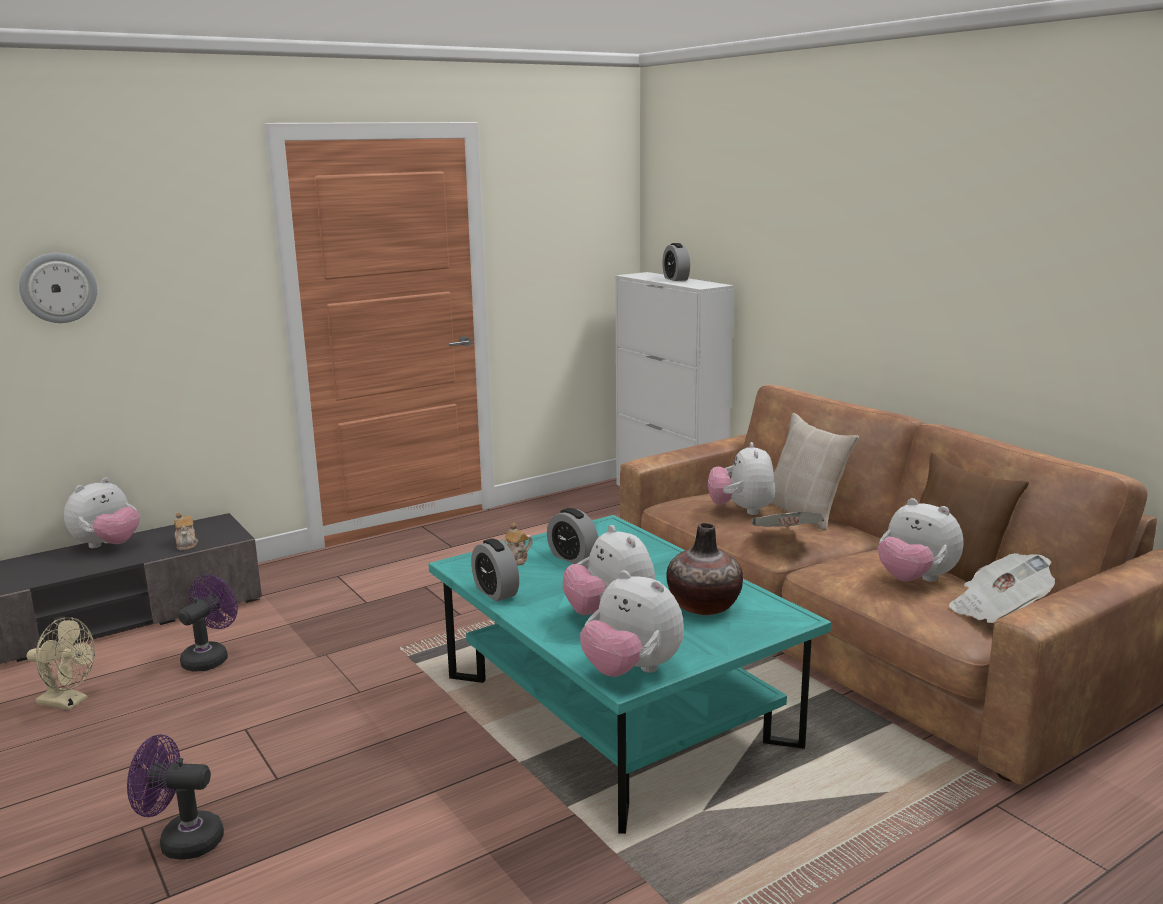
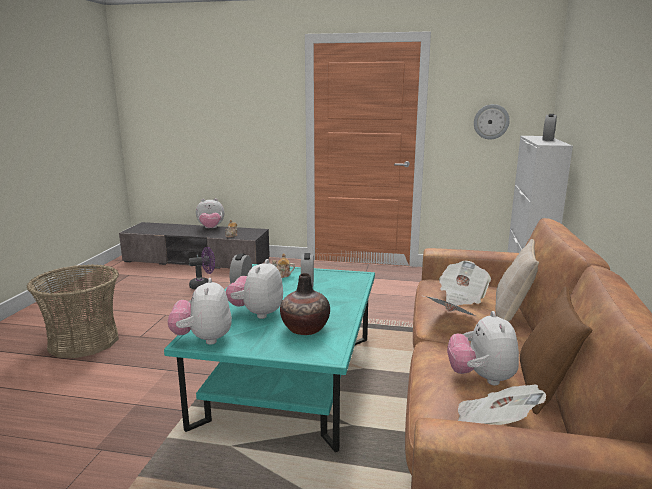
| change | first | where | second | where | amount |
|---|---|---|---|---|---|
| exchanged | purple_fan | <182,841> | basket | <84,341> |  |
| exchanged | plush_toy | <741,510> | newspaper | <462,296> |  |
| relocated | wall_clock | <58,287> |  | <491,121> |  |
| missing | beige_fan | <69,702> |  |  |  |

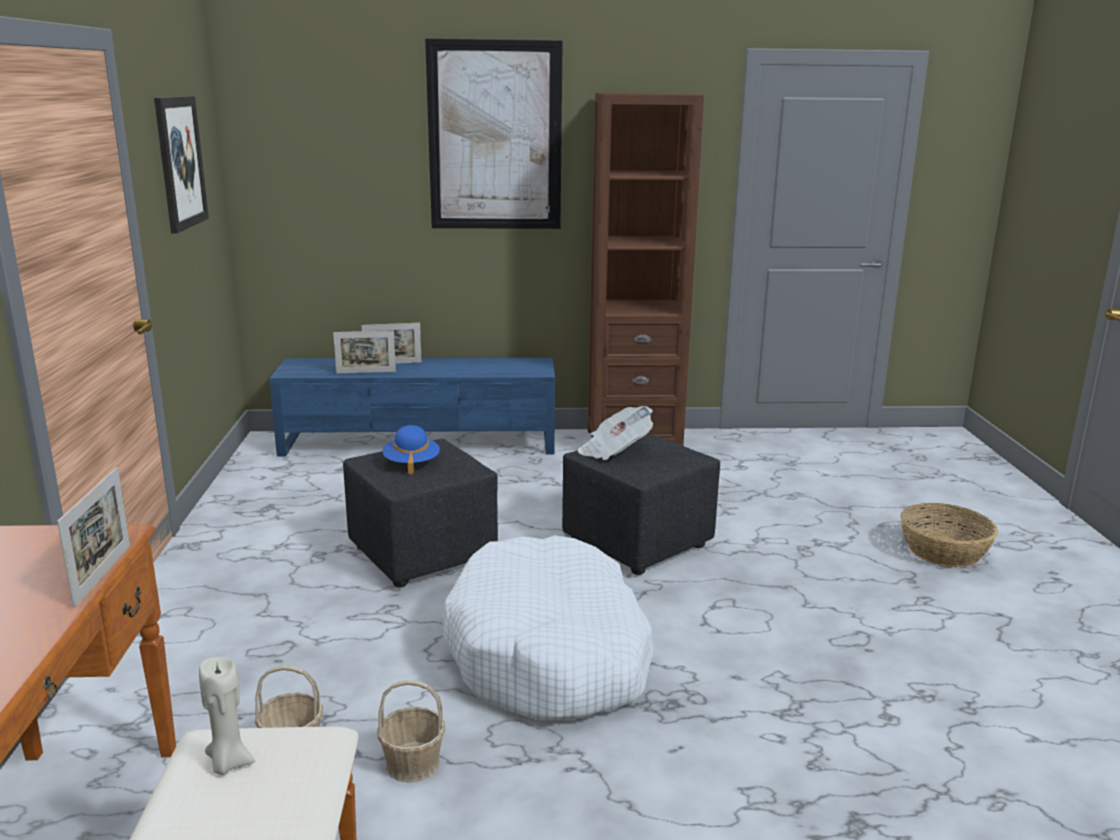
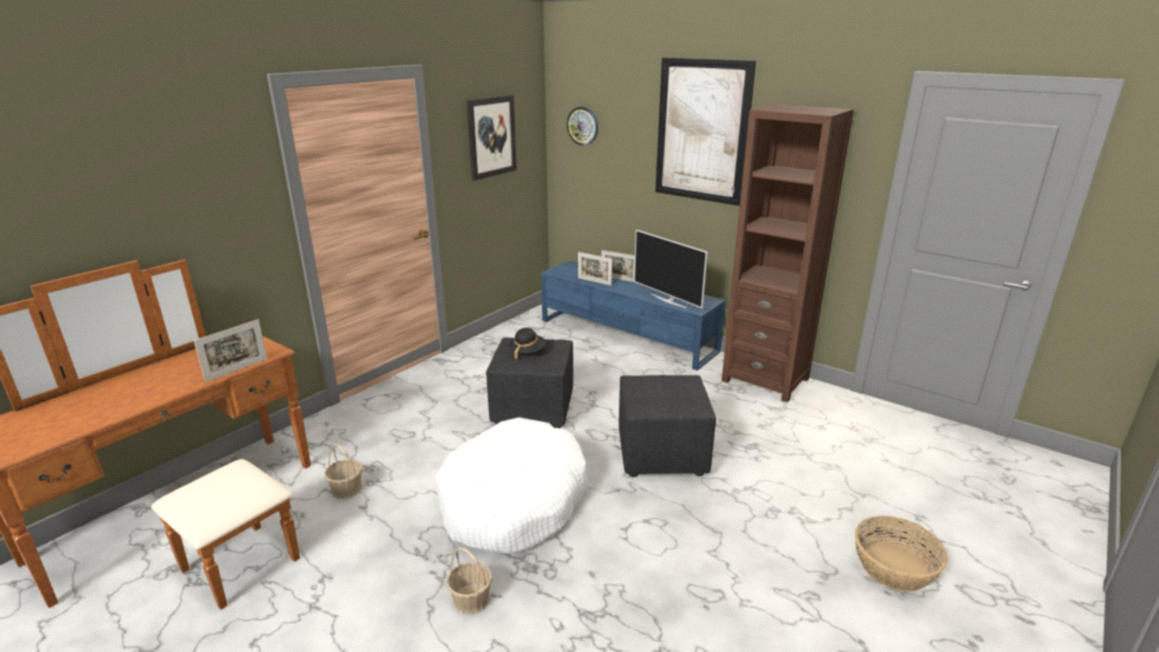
| change | first | where | second | where | amount |
|---|---|---|---|---|---|
| relocated | basket | <412,763> |  | <471,600> |  |
| colour | blue_hat | <411,463> | black_hat | <527,352> |  |
| appeared |  |  | wall_clock | <582,126> |  |
| appeared |  |  | television | <669,301> |  |
| missing | beige_candle | <228,763> |  |  |  |
| missing | newspaper | <614,451> |  |  |  |

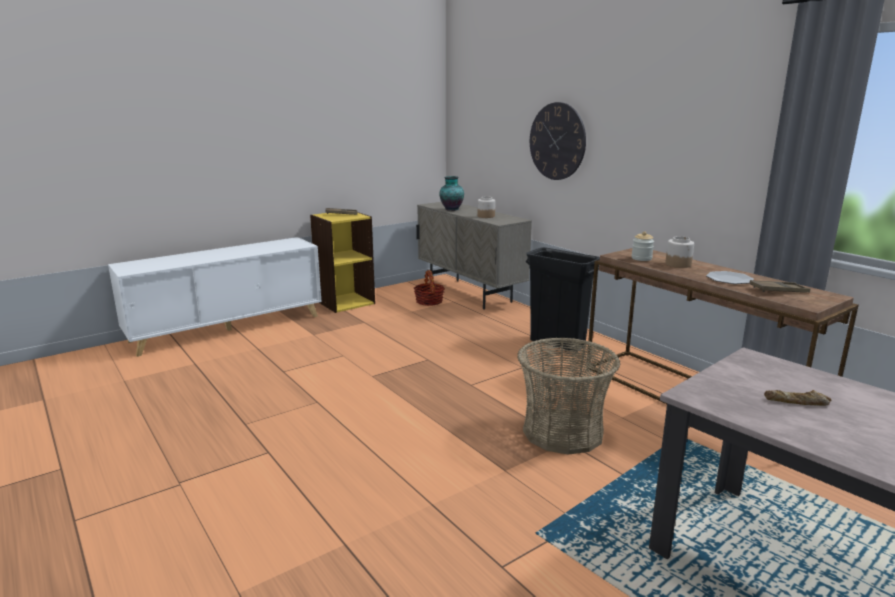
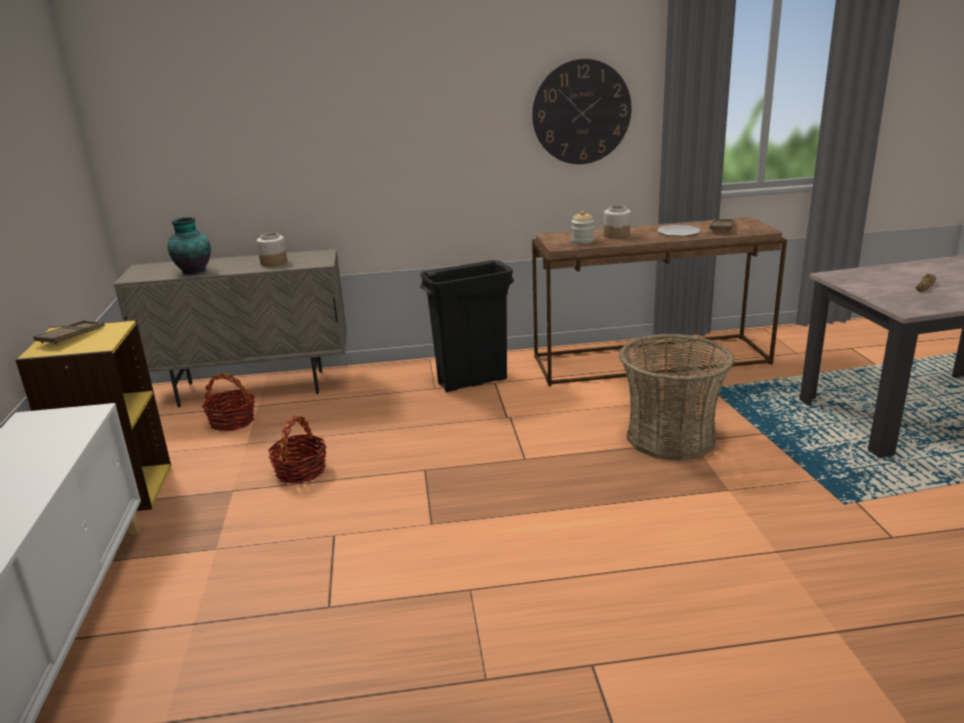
| change | first | where | second | where | amount |
|---|---|---|---|---|---|
| appeared |  |  | basket | <300,471> |  |
| relocated | wall_clock | <557,141> |  | <581,112> |  |

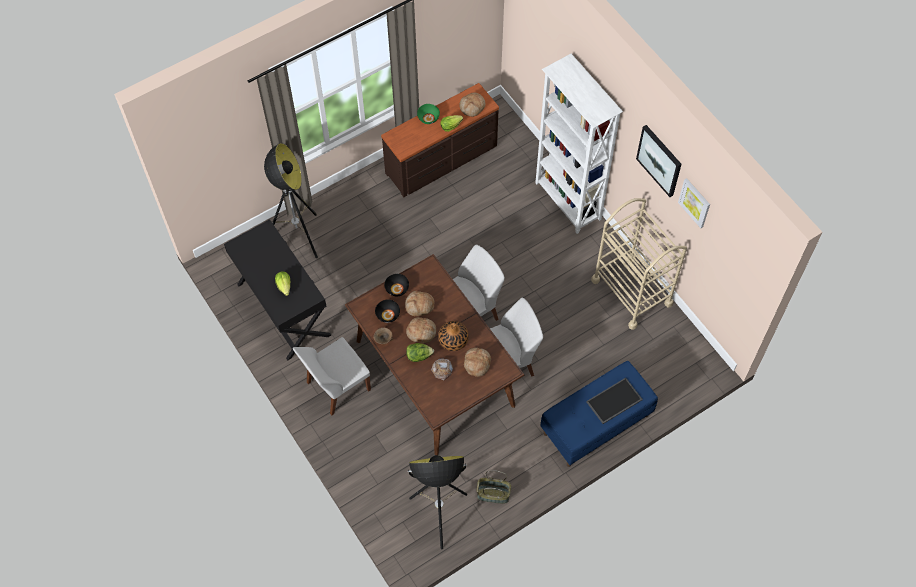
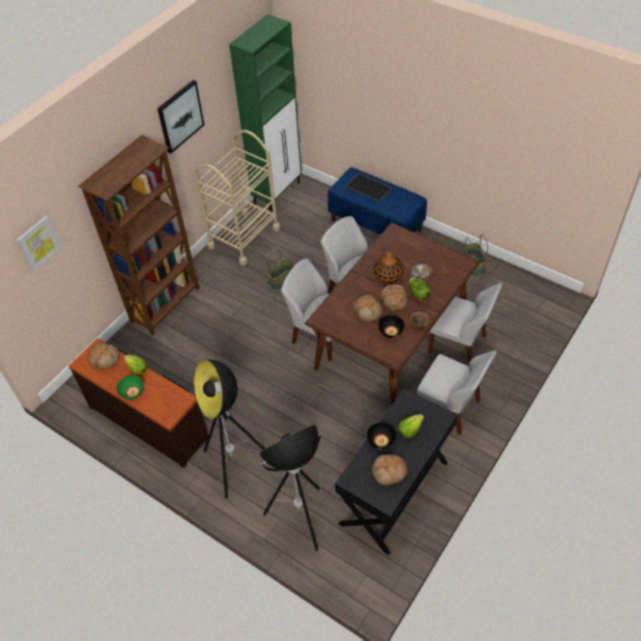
| change | first | where | second | where | amount |
|---|---|---|---|---|---|
| relocated | picture | <695,202> |  | <38,243> |  |
| colour | white_bookcase | <567,202> | brown_bookcase | <166,305> |  |
| relocated | floor_lamp | <439,515> |  | <234,465> |  |
| appeared |  |  | green_cabinet | <278,193> |  |
| appeared |  |  | basket | <281,279> |  |
| relocated | black_bowl | <397,289> |  | <380,441> |  |
| relocated | bread | <477,363> |  | <389,472> |  |
| appeared |  |  | white_chair | <459,345> |  |

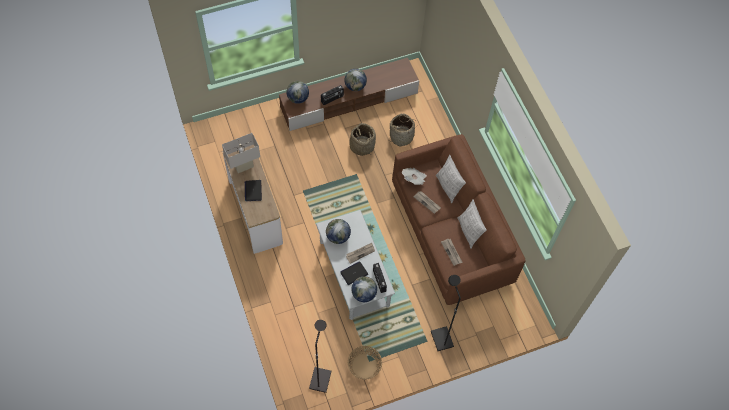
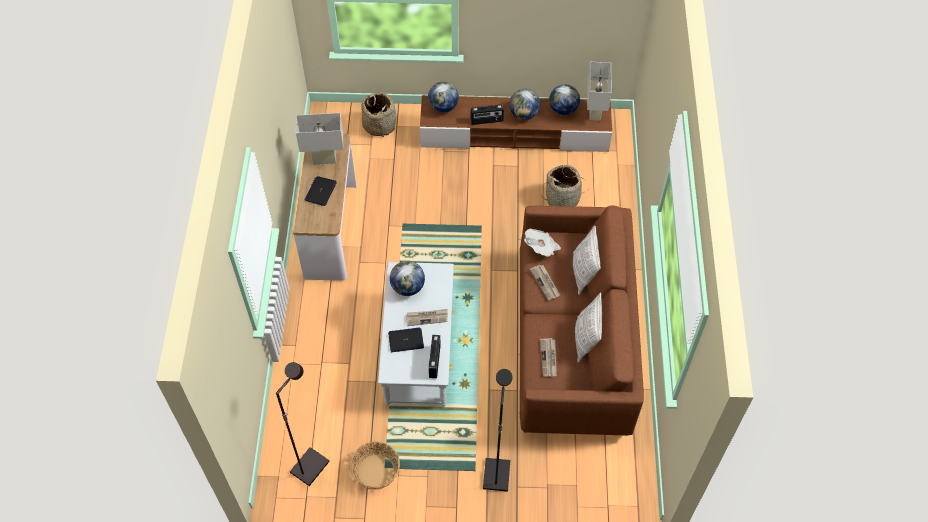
| change | first | where | second | where | amount |
|---|---|---|---|---|---|
| relocated | basket | <362,146> |  | <379,125> |  |
| relocated | globe | <363,294> |  | <563,110> |  |
| appeared |  |  | white_table_lamp | <595,112> |  |

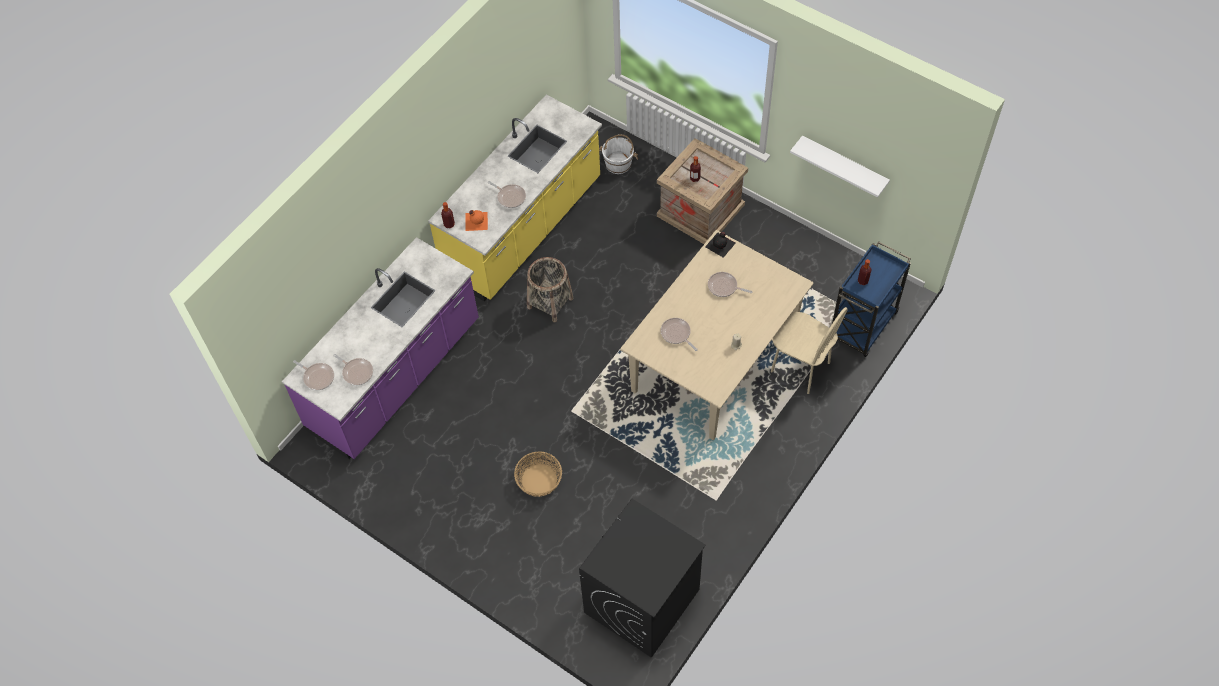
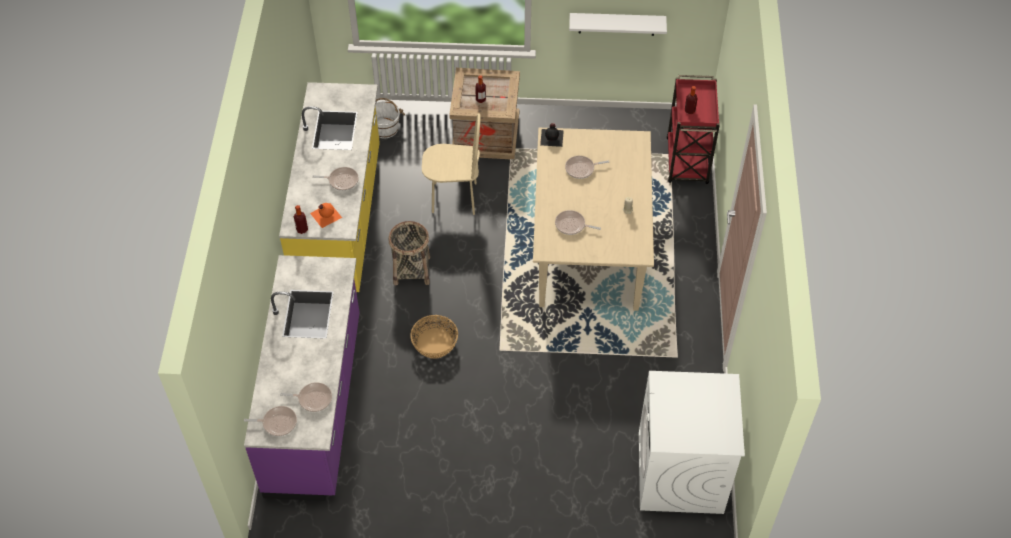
| change | first | where | second | where | amount |
|---|---|---|---|---|---|
| relocated | basket | <539,480> |  | <434,344> |  |
| relocated | beige_chair | <800,368> |  | <454,198> |  |
| colour | black_washing_machine | <641,601> | white_washing_machine | <680,473> |  |
| colour | blue_cart | <862,327> | red_cart | <687,162> |  |

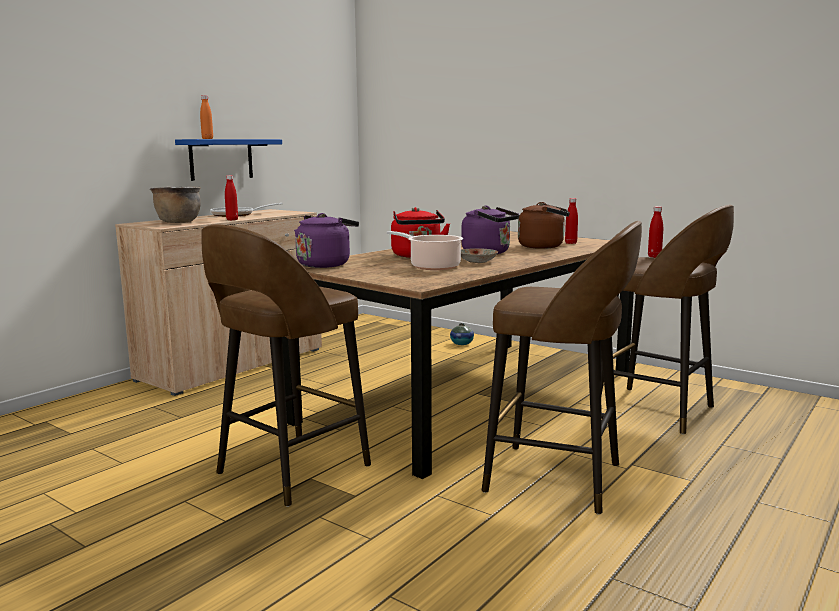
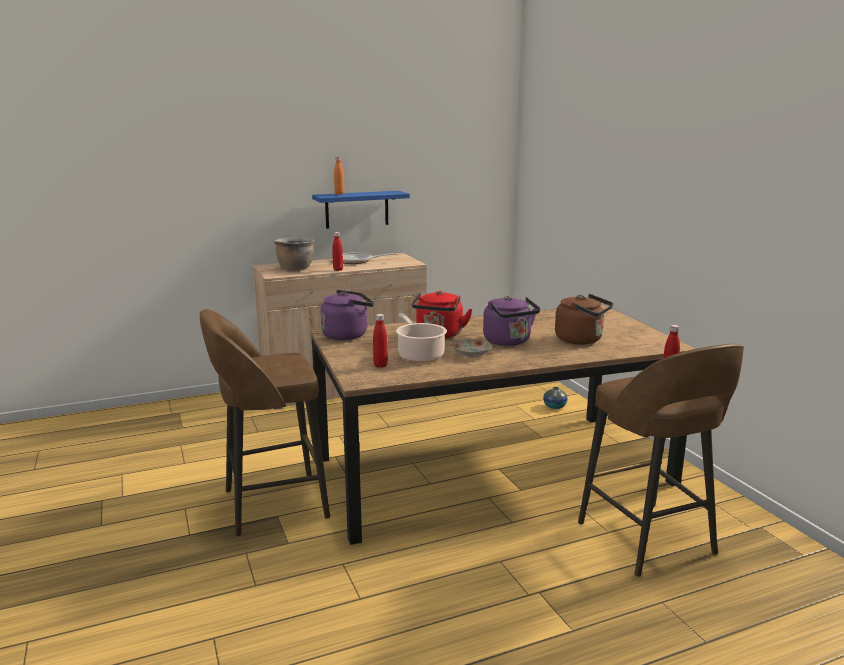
| change | first | where | second | where | amount |
|---|---|---|---|---|---|
| relocated | red_bottle | <571,243> |  | <380,365> |  |
| missing | brown_stool | <558,479> |  |  |  |

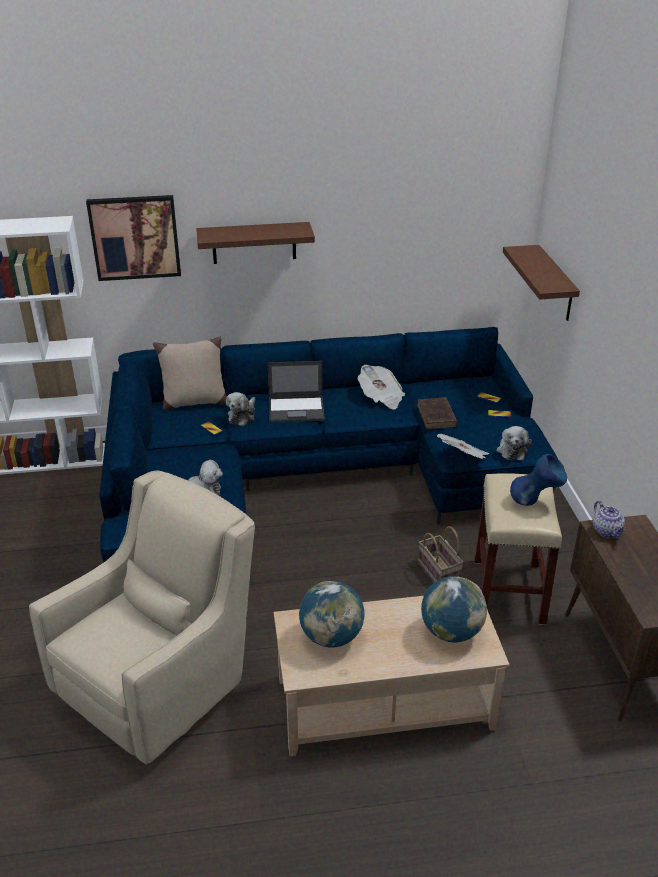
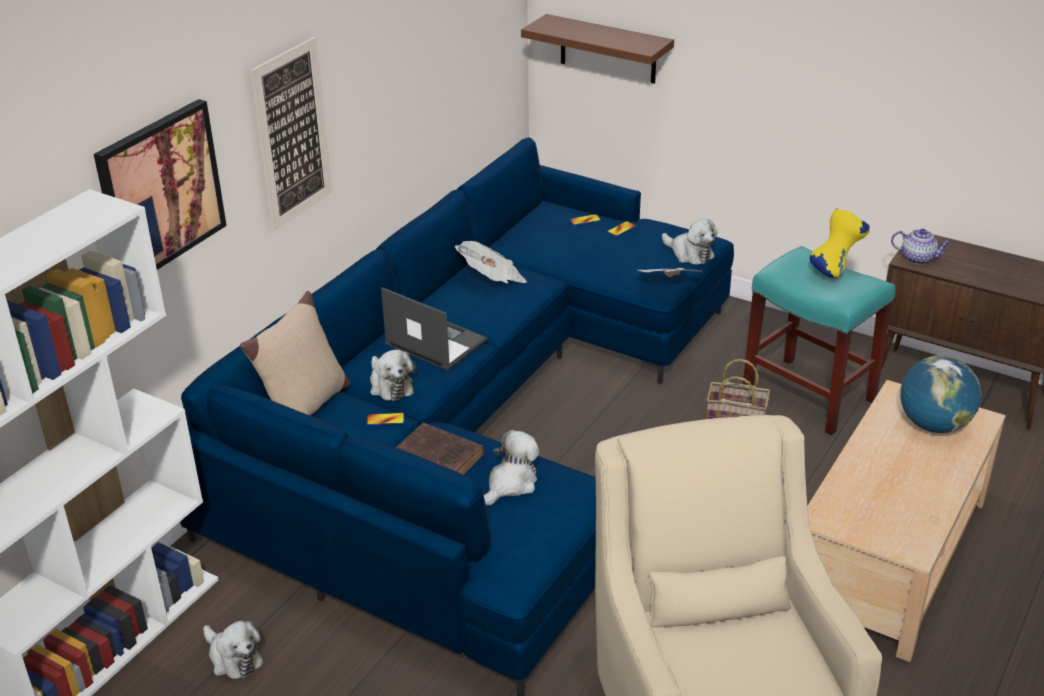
| change | first | where | second | where | amount |
|---|---|---|---|---|---|
| appeared |  |  | plush_toy | <233,657> |  |
| exchanged | brown_shelf | <254,243> | picture | <292,134> |  |
| spun | laptop | <297,409> |  | <435,342> | 90 degrees counterclockwise |
| relocated | brown_book | <437,417> |  | <441,457> |  |
| colour | beige_stool | <509,592> | turquoise_stool | <810,396> |  |
| colour | blue_vase | <535,503> | yellow_vase | <835,271> |  |
| missing | globe | <331,637> |  |  |  |

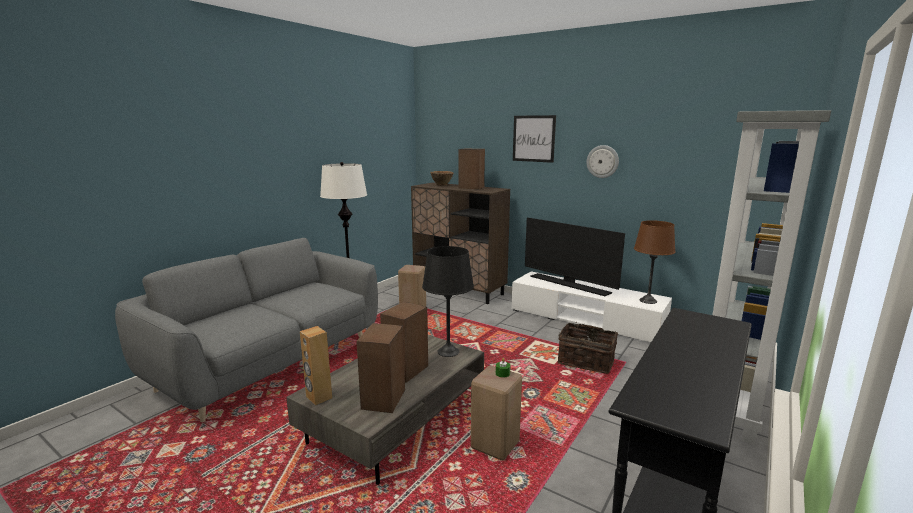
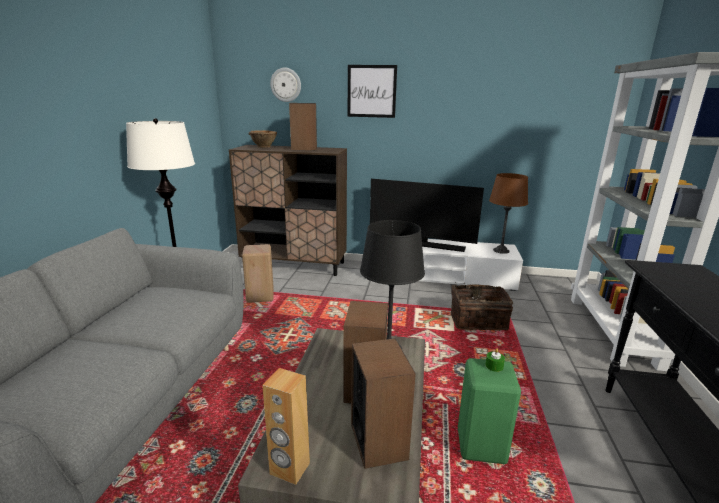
| change | first | where | second | where | amount |
|---|---|---|---|---|---|
| relocated | wall_clock | <602,161> |  | <286,85> |  |
| colour | beige_stool | <495,446> | green_stool | <482,447> |  |

